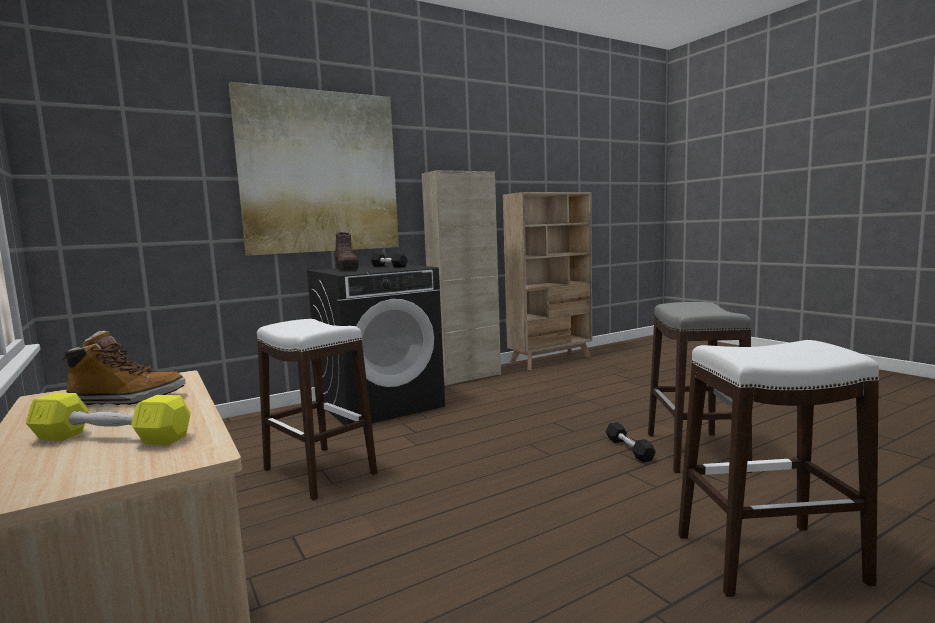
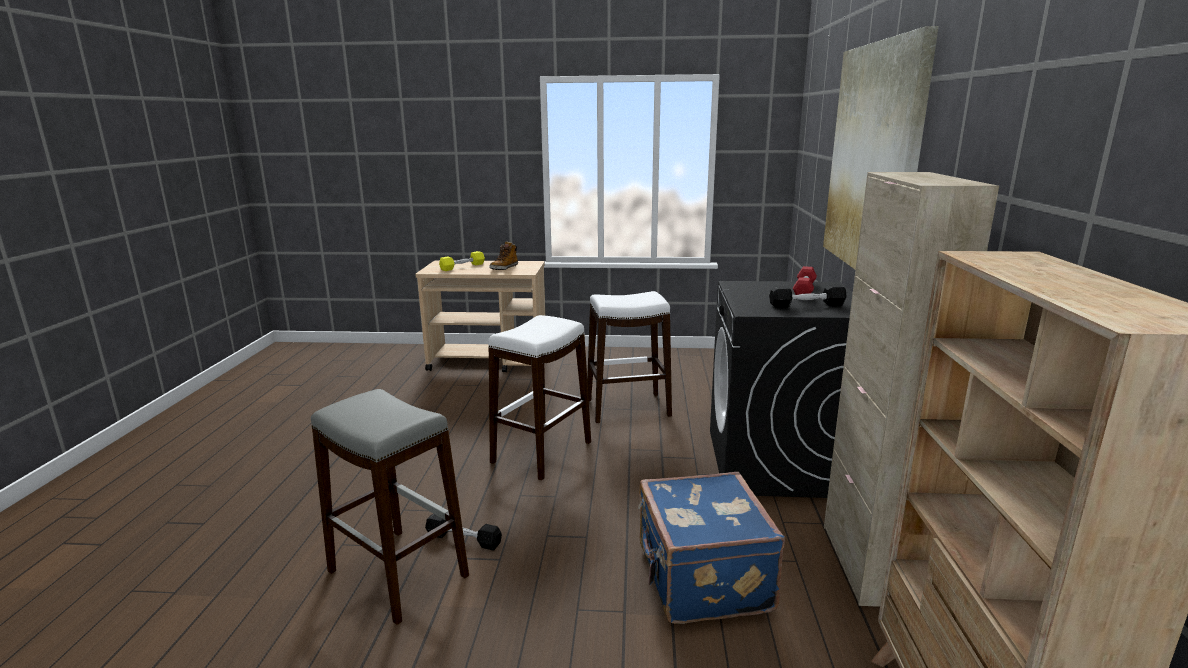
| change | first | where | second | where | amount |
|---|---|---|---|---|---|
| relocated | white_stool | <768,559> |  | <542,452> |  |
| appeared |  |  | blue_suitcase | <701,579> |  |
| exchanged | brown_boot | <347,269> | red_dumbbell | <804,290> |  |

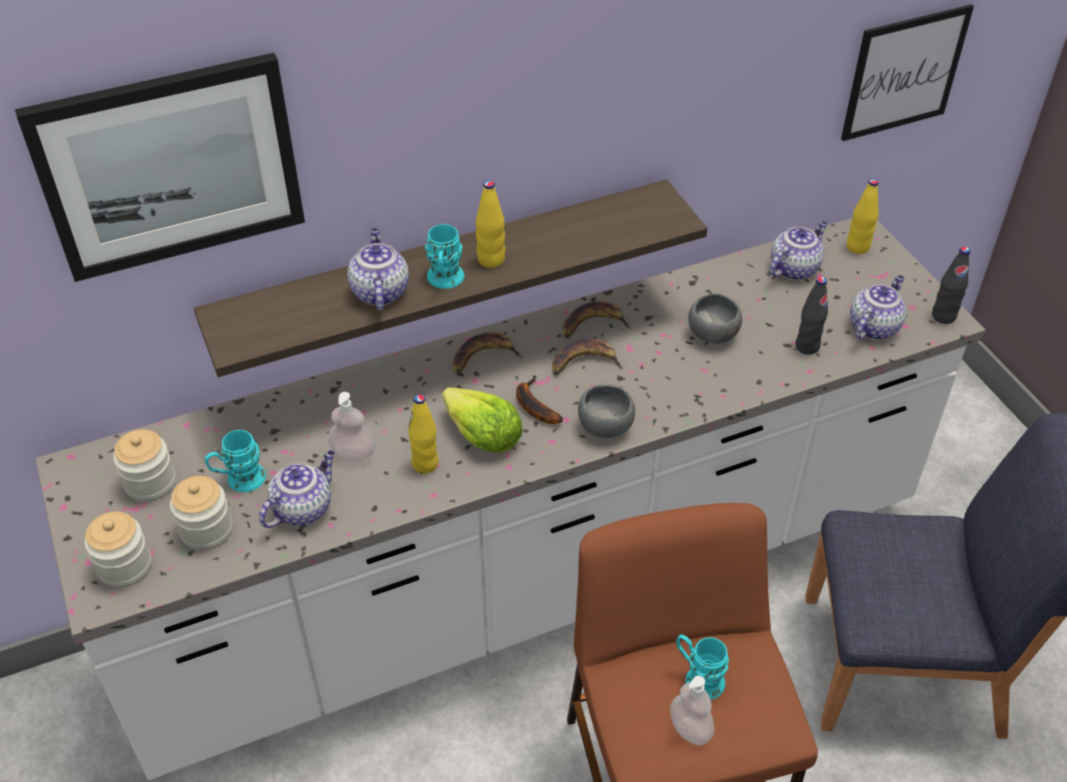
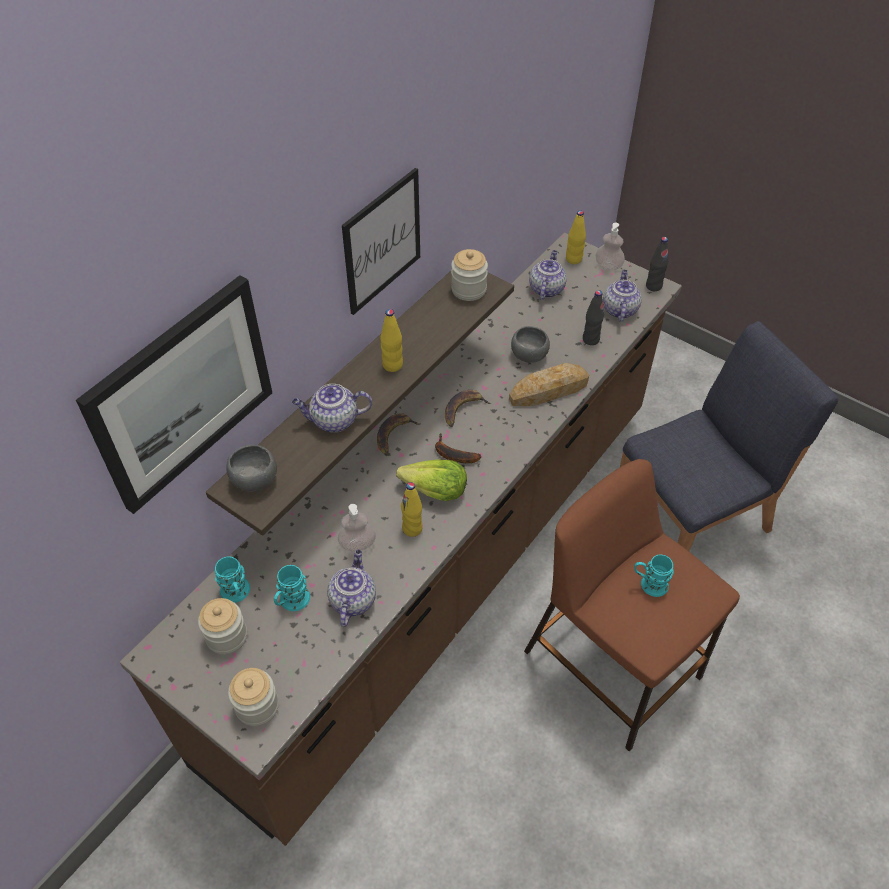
| change | first | where | second | where | amount |
|---|---|---|---|---|---|
| colour | white_counter | <533,583> | brown_counter | <444,573> |  |
| relocated | turquoise_mug | <445,281> |  | <237,594> |  |
| relocated | grey_bowl | <604,427> |  | <254,481> |  |
| spun | teapot | <379,291> |  | <333,421> | 60 degrees counterclockwise |
| relocated | picture | <904,73> |  | <382,241> |  |
| relocated | jar | <206,530> |  | <468,289> |  |
| appeared |  |  | bread | <549,390> |  |
| relocated | soap_dispenser | <690,729> |  | <608,266> |  |
| missing | banana | <593,324> |  |  |  |

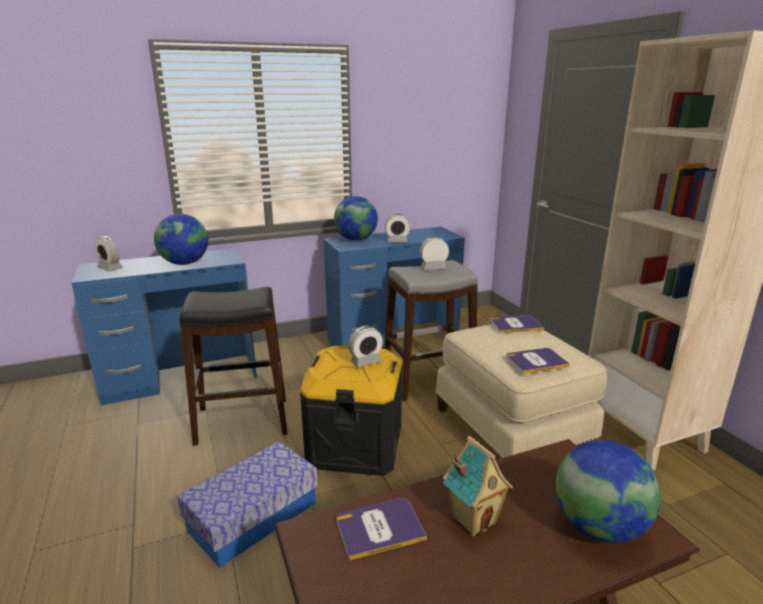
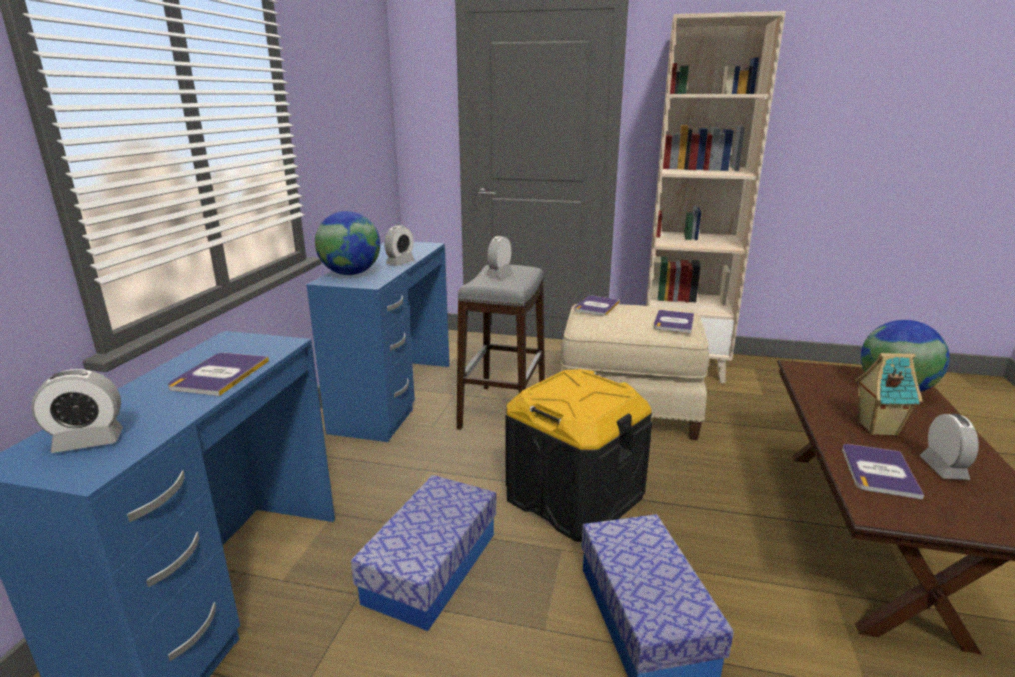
| change | first | where | second | where | amount |
|---|---|---|---|---|---|
| exchanged | globe | <185,263> | book | <219,375> |  |
| exchanged | black_stool | <242,421> | storage_box | <431,567> |  |
| relocated | alarm_clock | <365,362> |  | <943,468> |  |

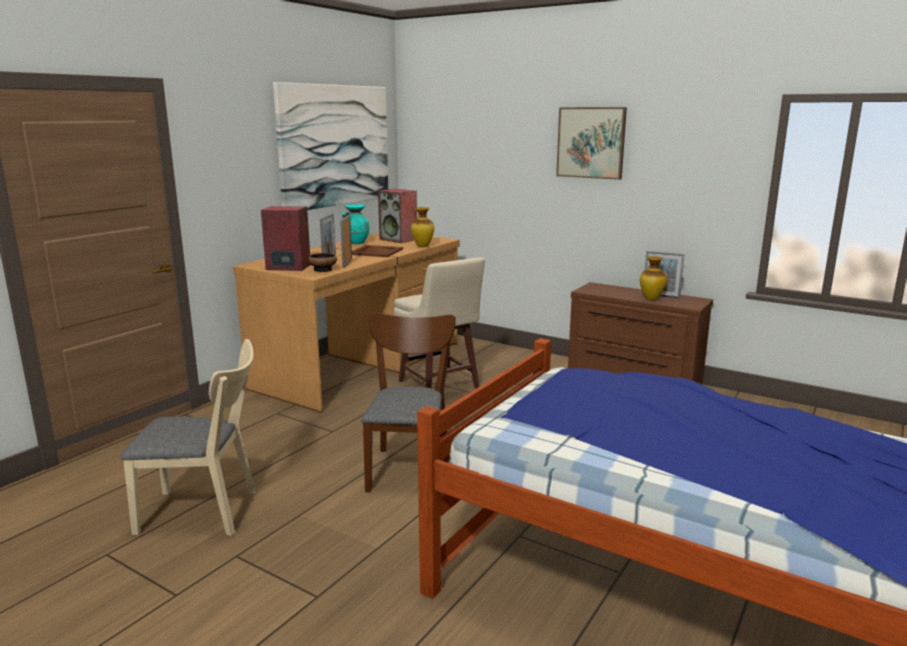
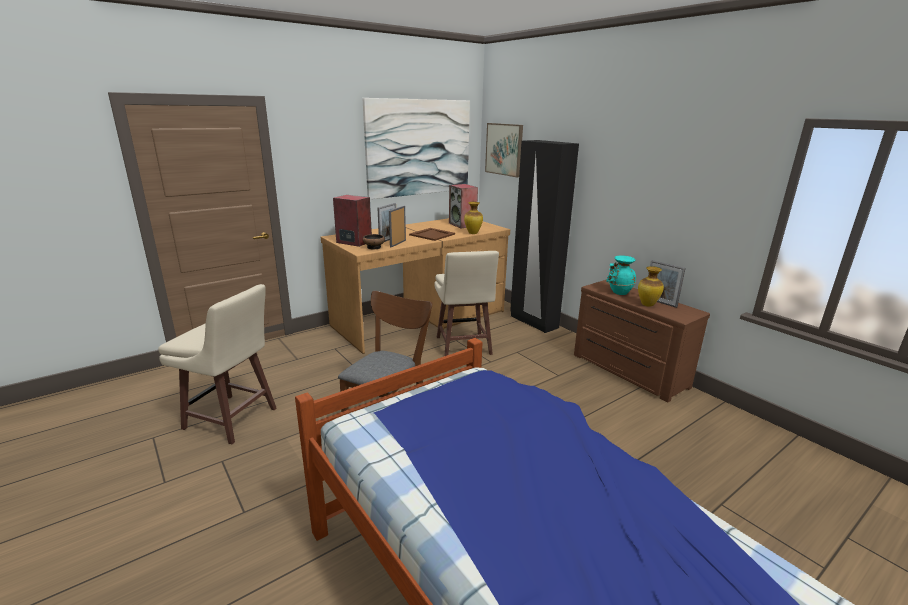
| change | first | where | second | where | amount |
|---|---|---|---|---|---|
| exchanged | beige_chair | <207,512> | beige_stool | <232,419> |  |
| relocated | picture | <591,142> |  | <504,149> |  |
| appeared |  |  | black_wardrobe | <533,322> |  |
| relocated | turquoise_vase | <355,243> |  | <618,292> |  |

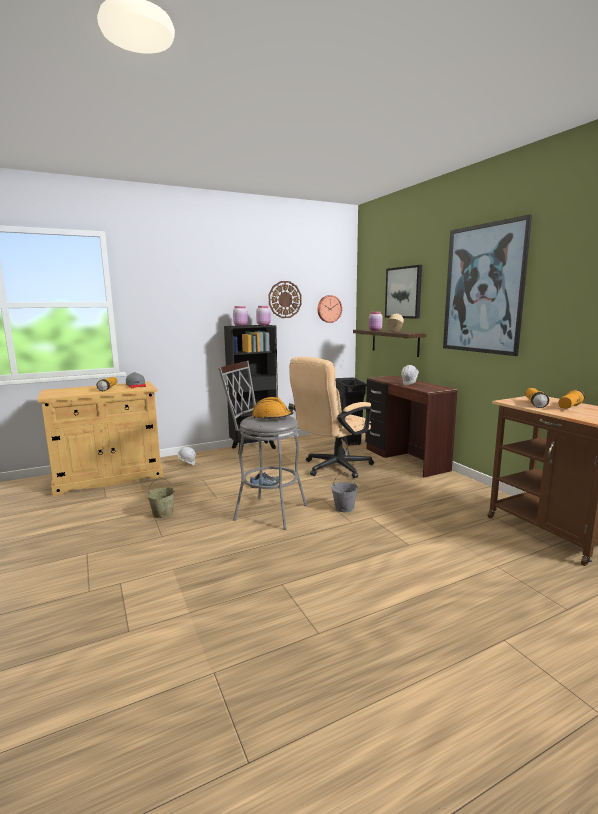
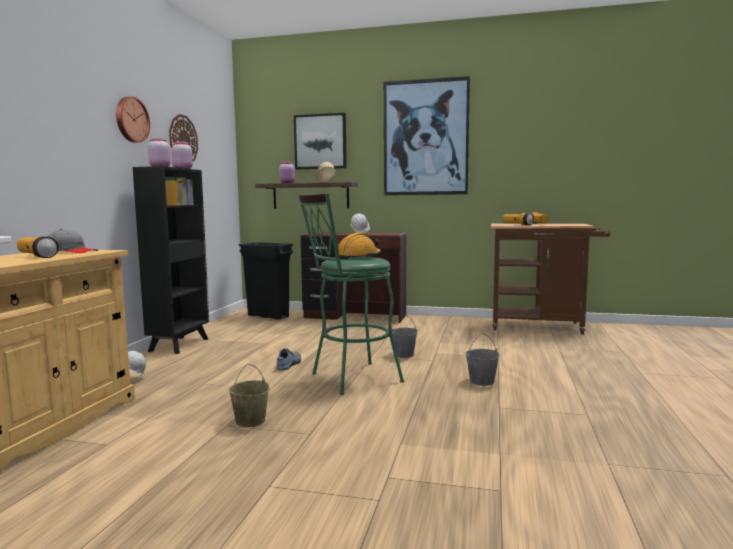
| change | first | where | second | where | amount |
|---|---|---|---|---|---|
| relocated | wall_clock | <329,309> |  | <131,119> |  |
| colour | grey_stool | <265,511> | green_stool | <349,379> |  |
| appeared |  |  | grey_bucket | <481,381> |  |
| missing | beige_office_chair | <332,468> |  |  |  |

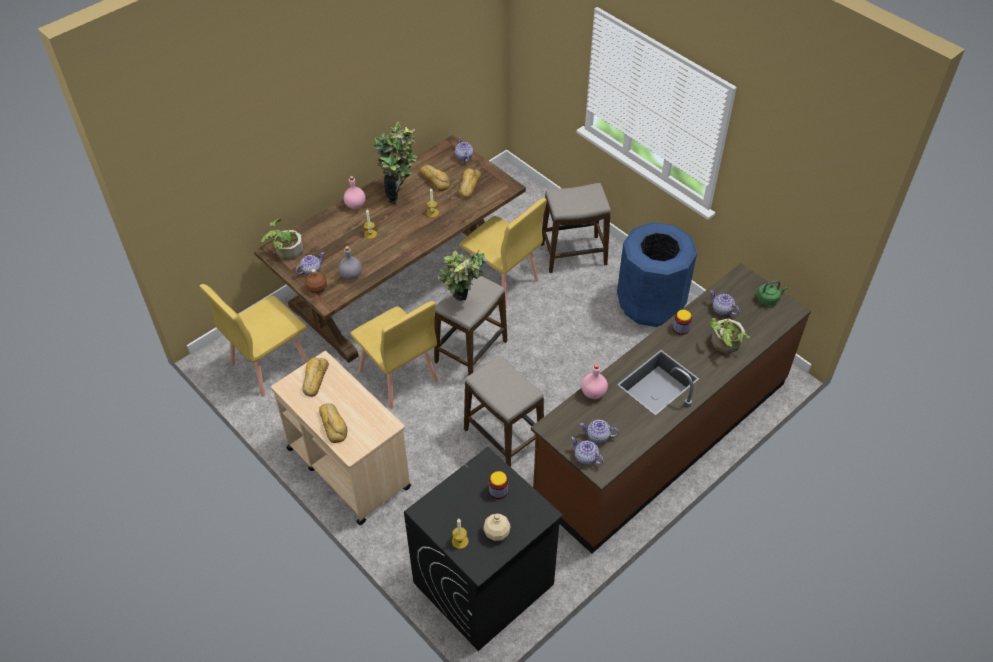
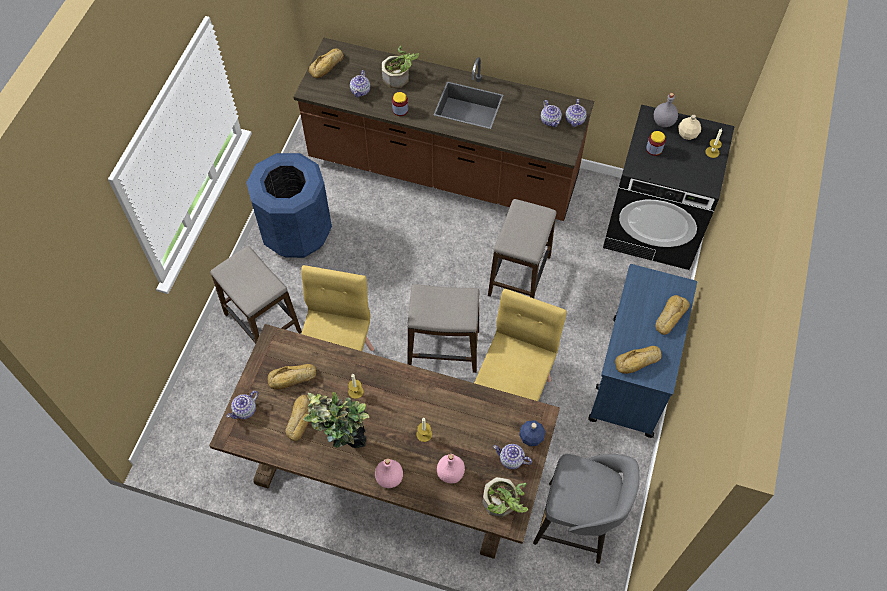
| change | first | where | second | where | amount |
|---|---|---|---|---|---|
| exchanged | green_kettle | <768,299> | bread | <327,66> |  |
| relocated | pink_bottle | <593,392> |  | <450,473> |  |
| colour | brown_bottle | <316,288> | blue_bottle | <531,437> |  |
| exchanged | yellow_chair | <269,364> | grey_stool | <577,523> |  |
| colour | beige_cart | <348,467> | blue_cart | <631,377> |  |
| relocated | grey_bottle | <351,275> |  | <663,122> |  |
| missing | potted_plant | <463,308> |  |  |  |

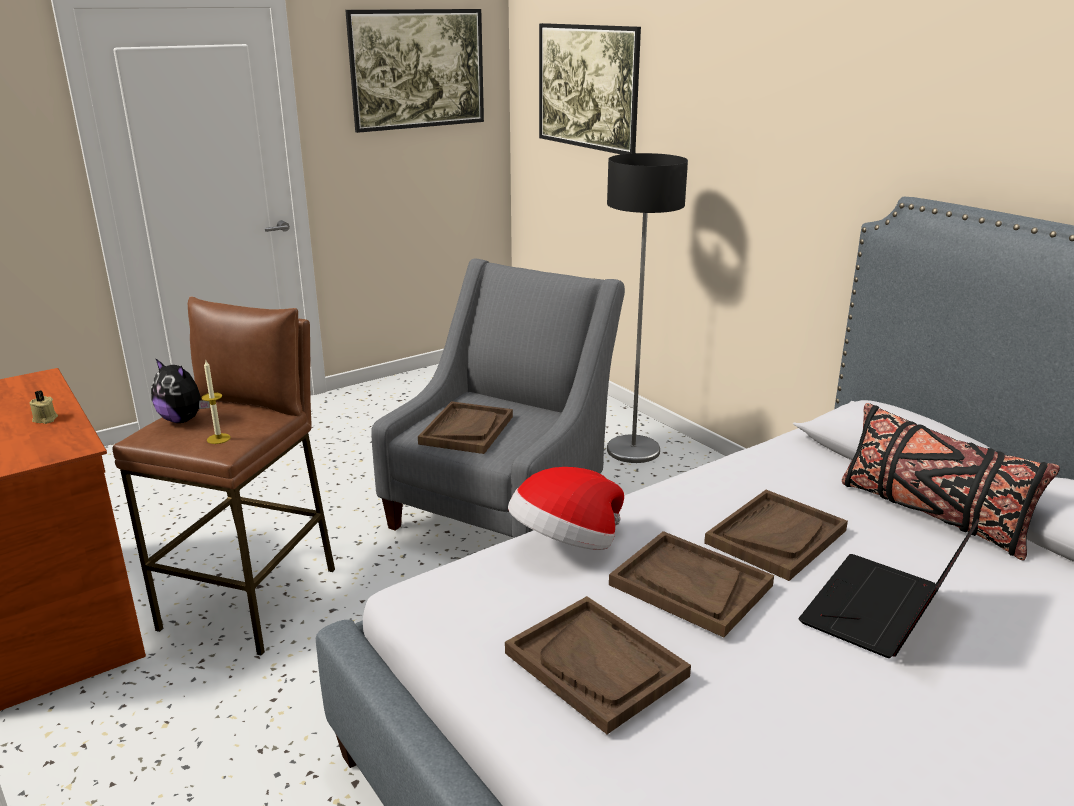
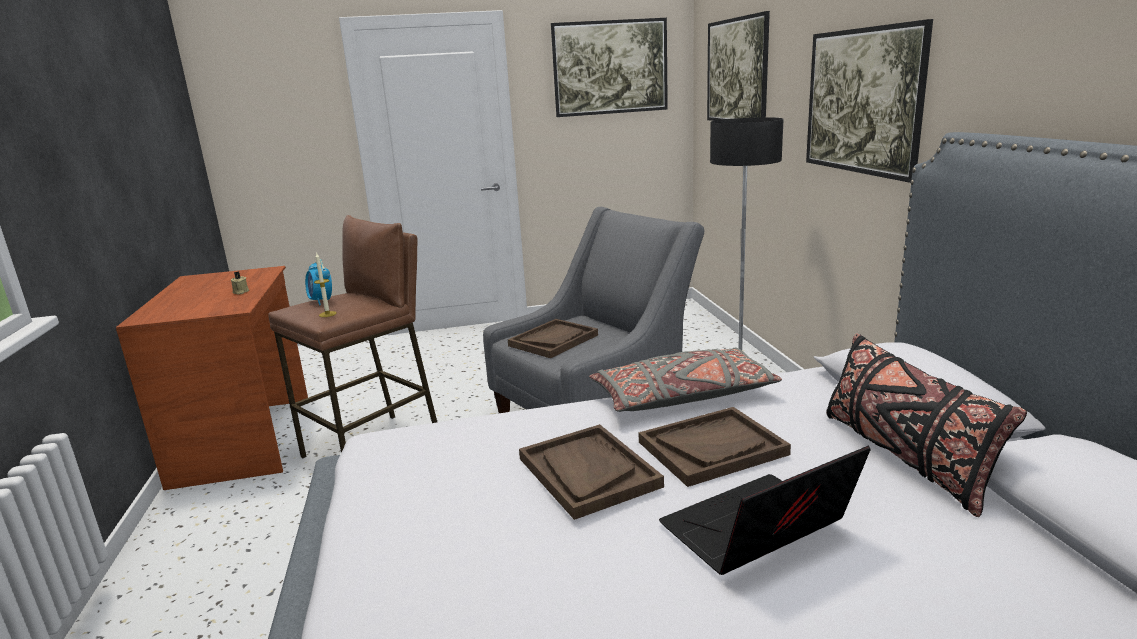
| change | first | where | second | where | amount |
|---|---|---|---|---|---|
| exchanged | plush_toy | <183,420> | alarm_clock | <321,301> |  |
| appeared |  |  | grey_pillow | <683,397> |  |
| appeared |  |  | picture | <859,136> |  |
| missing | brown_tray | <596,665> |  |  |  |
| missing | hat | <565,545> |  |  |  |

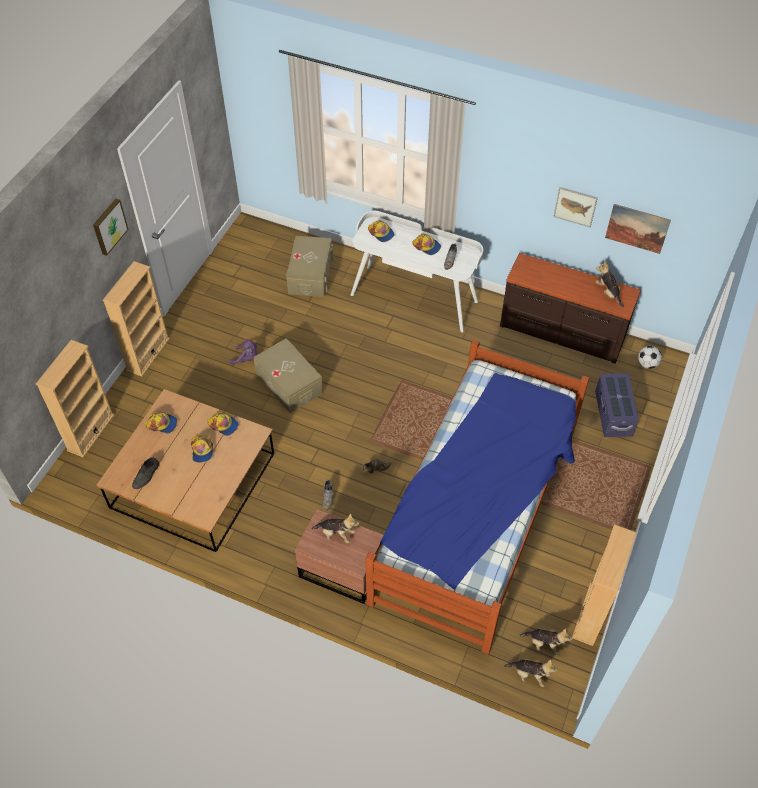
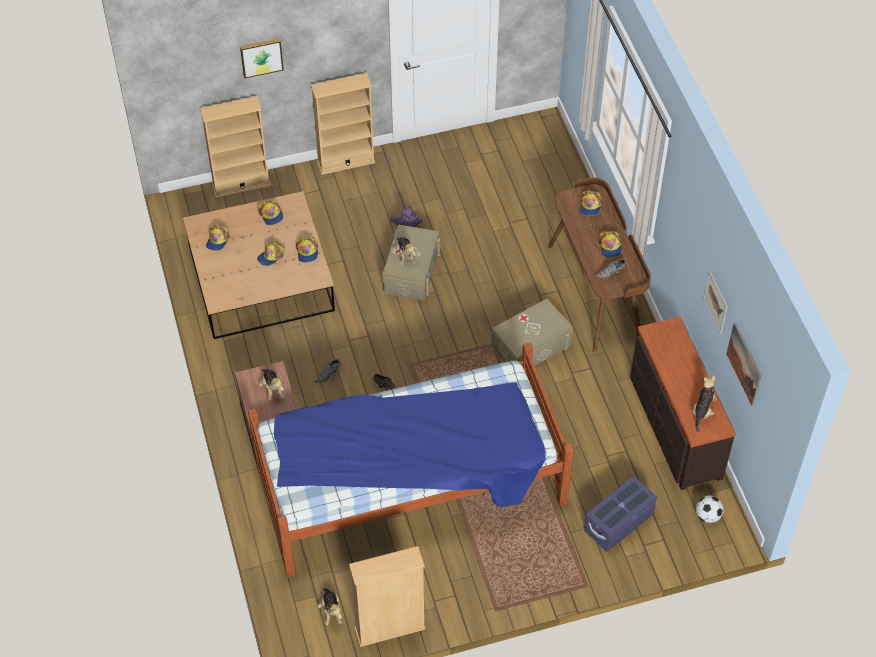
| change | first | where | second | where | amount |
|---|---|---|---|---|---|
| exchanged | grey_shoe | <146,475> | cap | <218,240> |  |
| relocated | picture | <109,226> |  | <261,56> |  |
| relocated | plush_toy | <530,674> |  | <405,255> |  |
| relocated | beige_storage_box | <310,274> |  | <531,346> |  |
| colour | white_desk | <414,297> | brown_desk | <595,291> |  |

